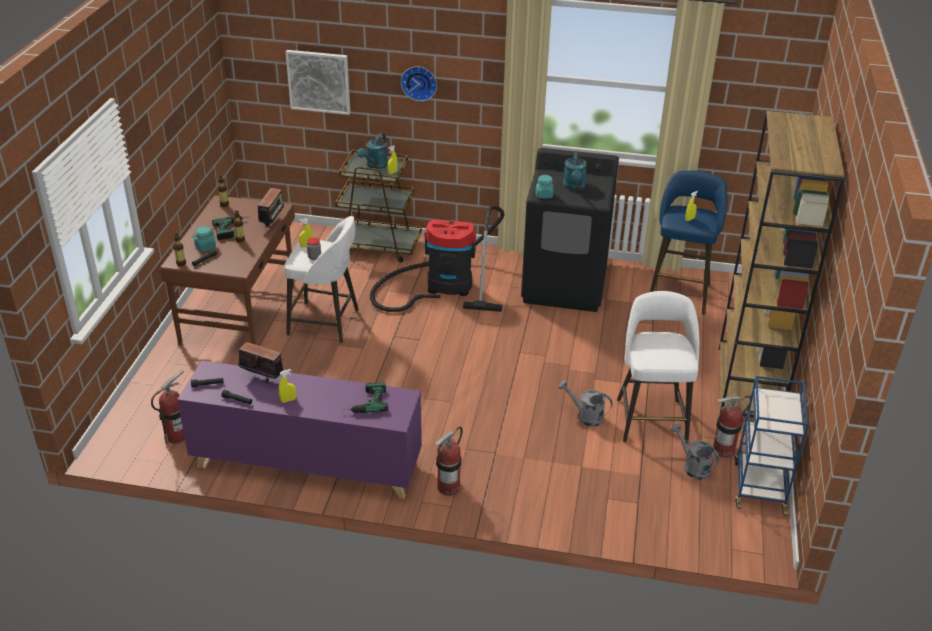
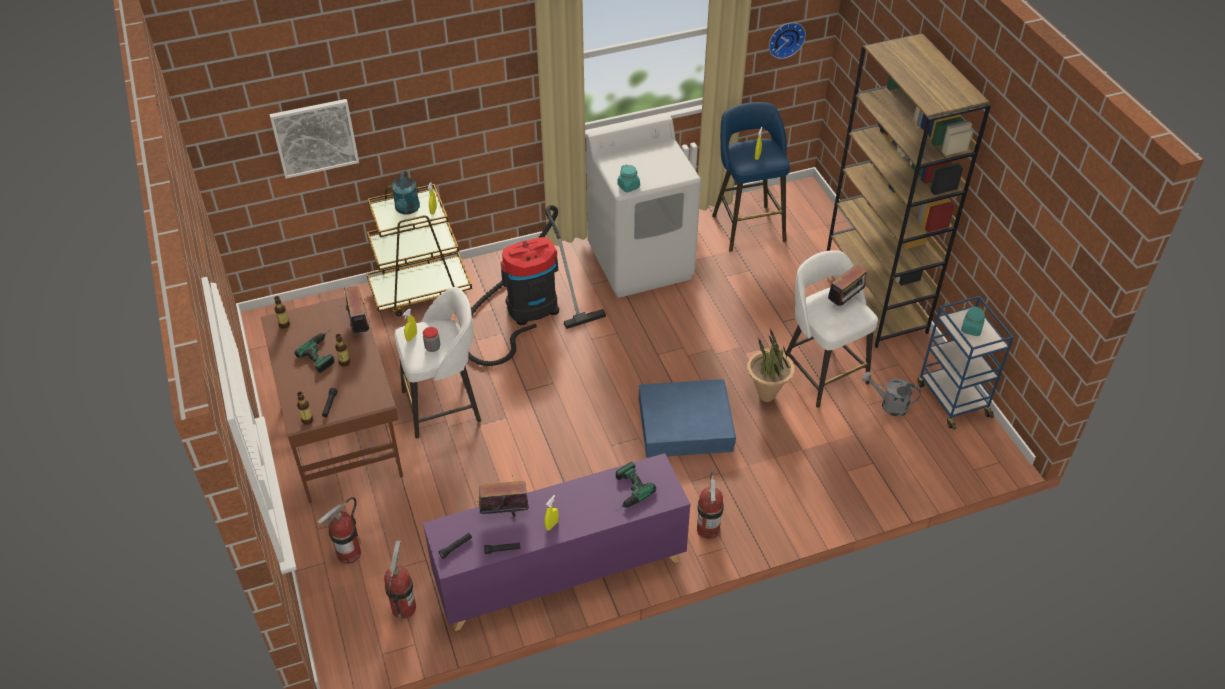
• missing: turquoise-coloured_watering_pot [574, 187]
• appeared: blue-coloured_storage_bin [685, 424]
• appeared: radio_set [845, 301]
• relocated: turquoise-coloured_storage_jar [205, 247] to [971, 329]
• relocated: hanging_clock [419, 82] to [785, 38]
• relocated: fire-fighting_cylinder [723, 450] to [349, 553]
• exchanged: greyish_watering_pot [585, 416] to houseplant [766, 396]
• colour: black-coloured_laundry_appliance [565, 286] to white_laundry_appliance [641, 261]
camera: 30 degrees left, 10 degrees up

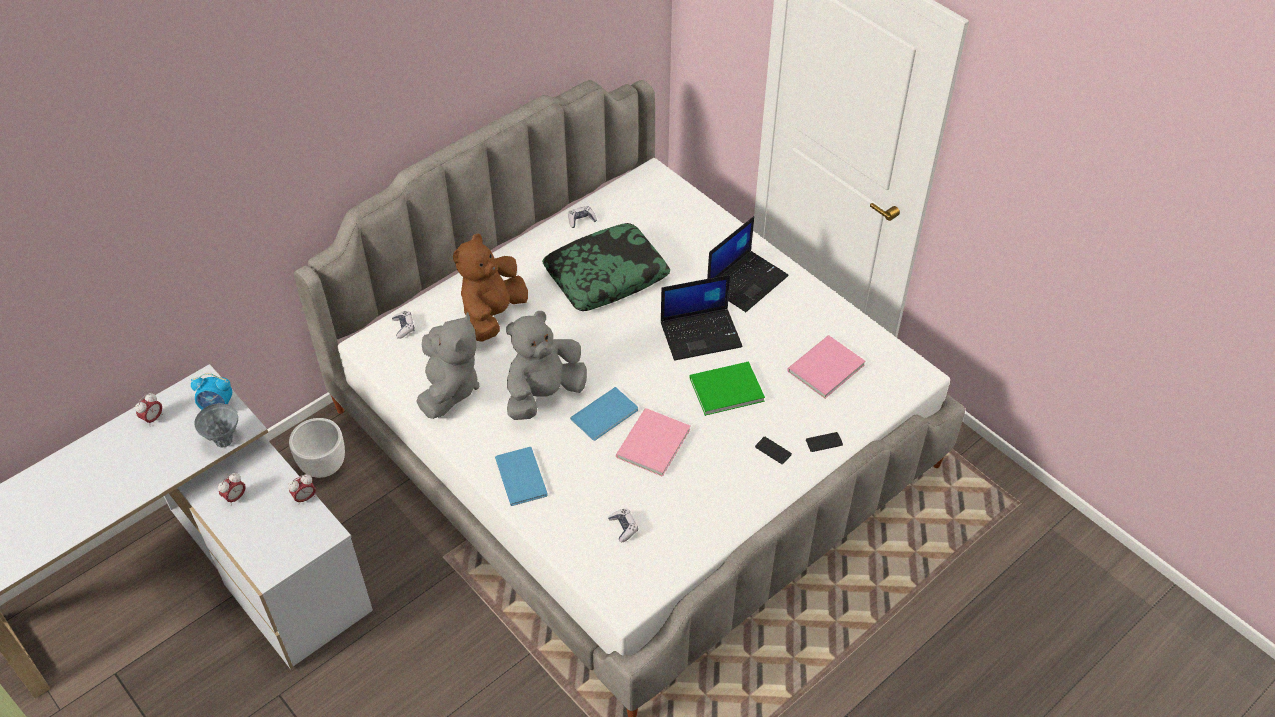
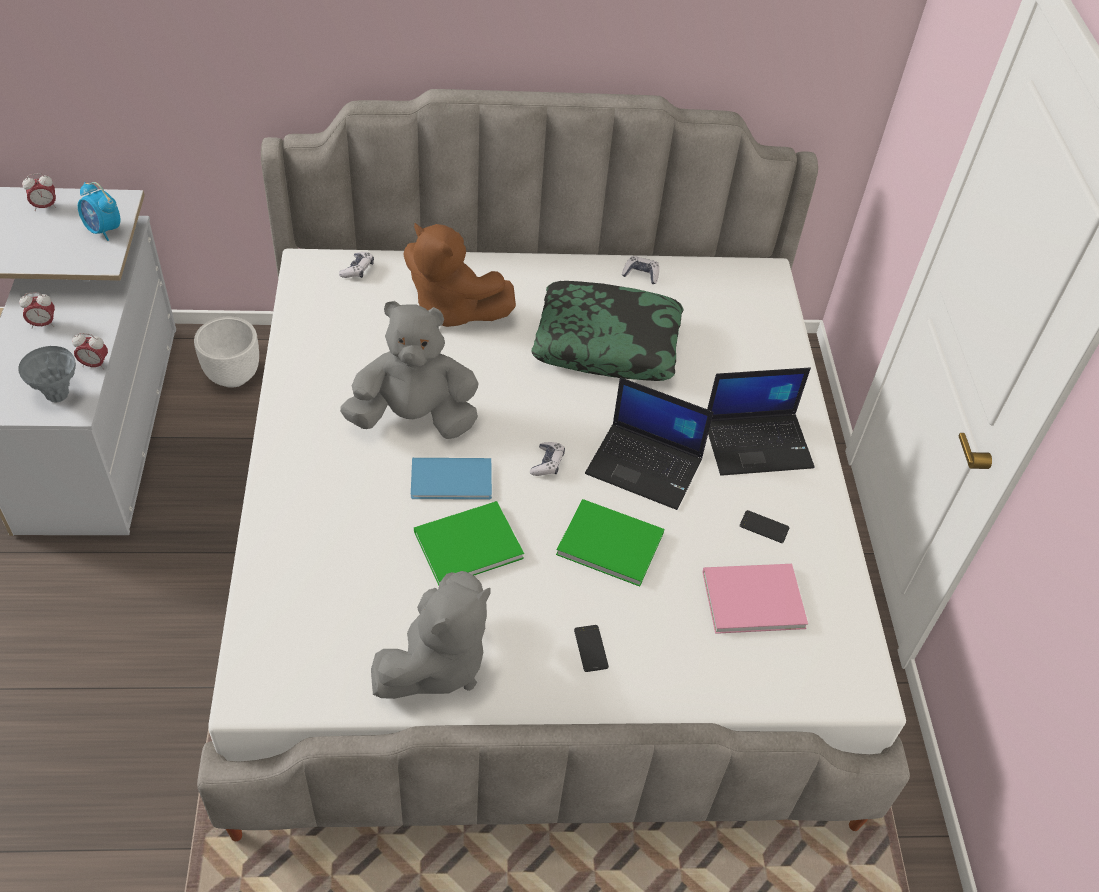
• missing: blue-coloured_volume [522, 475]
• relocated: greyish_flower_vase [224, 441] to [58, 395]
• relocated: greyish_cuddly_toy [449, 388] to [437, 663]
• relocated: joypad [623, 527] to [547, 463]
• relocated: handset [824, 442] to [764, 527]
• colour: pink_volume [650, 444] to green-coloured_volume [464, 544]
• spun: brownish_cuddly_toy [492, 315] = [452, 310] 120 degrees counterclockwise
camera: 35 degrees right, 0 degrees up

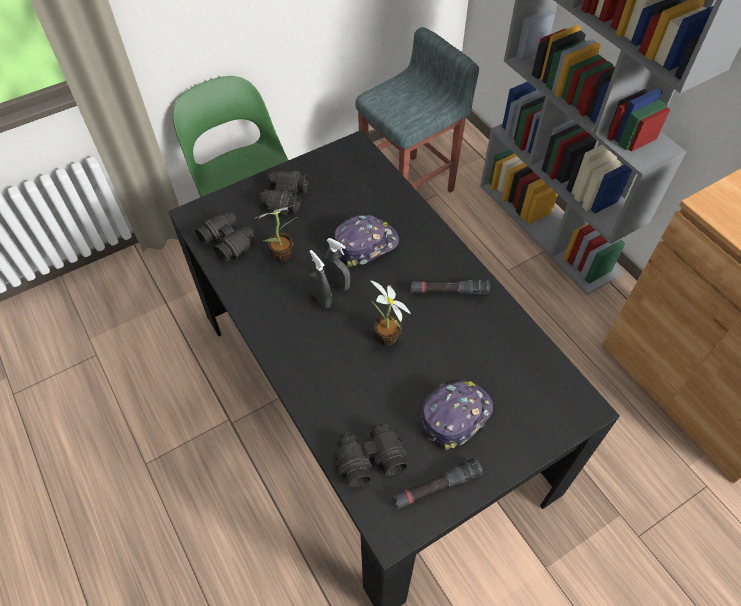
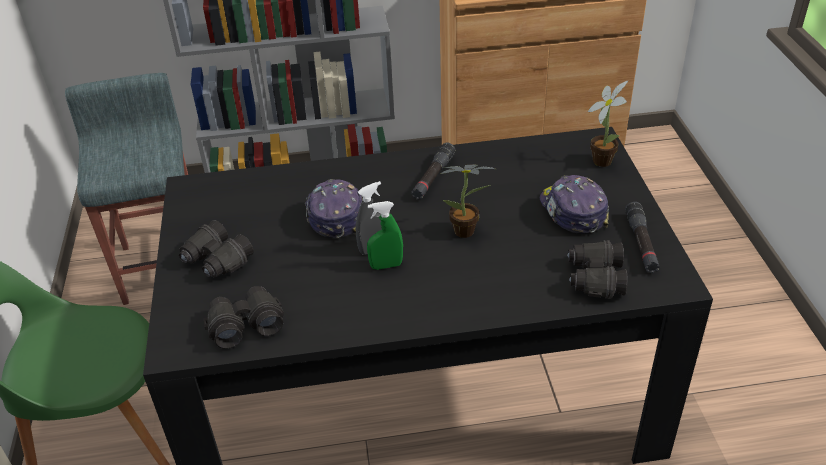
• relocated: houseplant [285, 255] to [602, 159]
• colour: greyish_hand_sprayer [321, 299] to green-coloured_hand_sprayer [386, 265]
camera: 65 degrees left, 15 degrees down

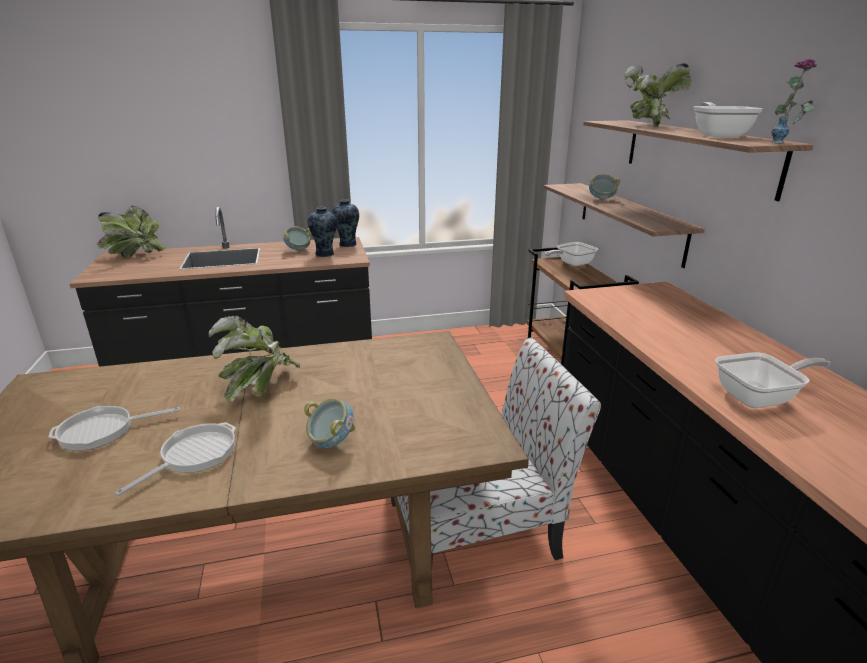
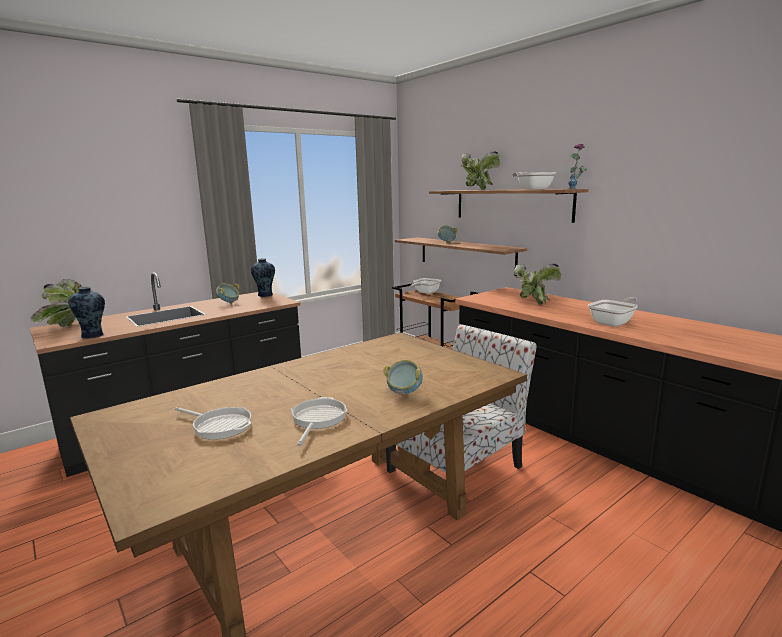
• relocated: houseplant [260, 387] to [532, 303]
• relocated: flower_vase [325, 254] to [93, 336]
• spun: pan [102, 430] = [220, 425] 105 degrees counterclockwise
camera: 25 degrees left, 10 degrees down

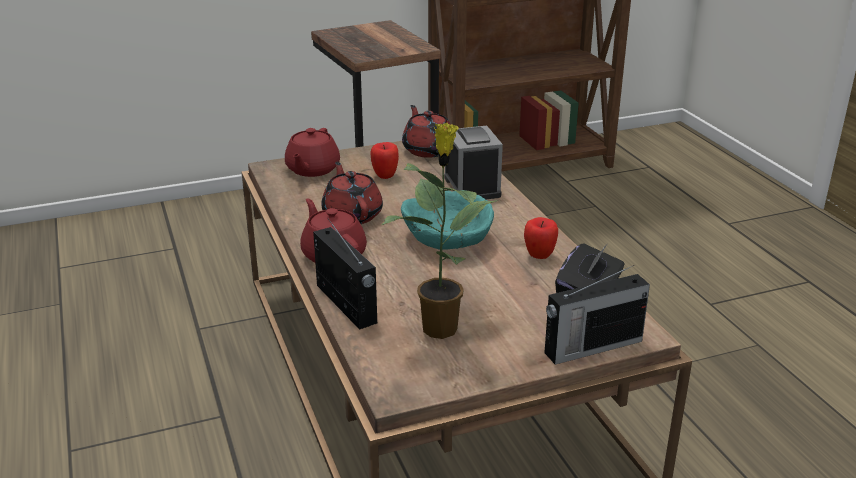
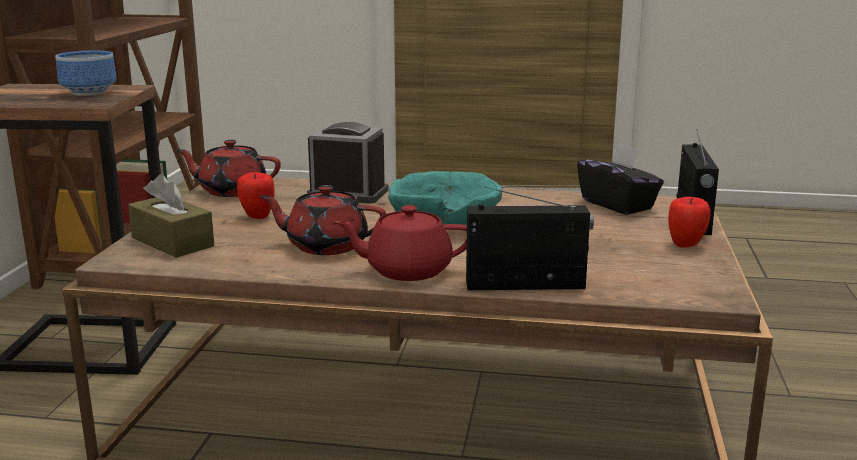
• missing: houseplant [440, 327]
• appeared: deep_dish [86, 93]
• relocated: apple [539, 256] to [686, 245]
• exchanged: reddish_tea_pot [312, 170] to brownish_box_of_tissues [172, 242]
camera: 60 degrees left, 10 degrees down

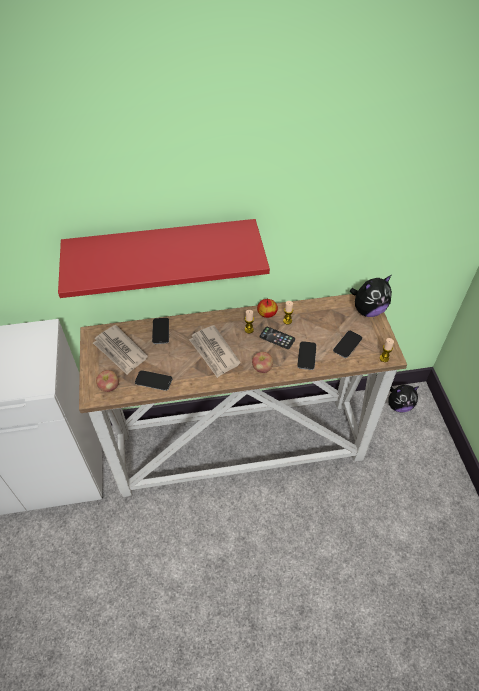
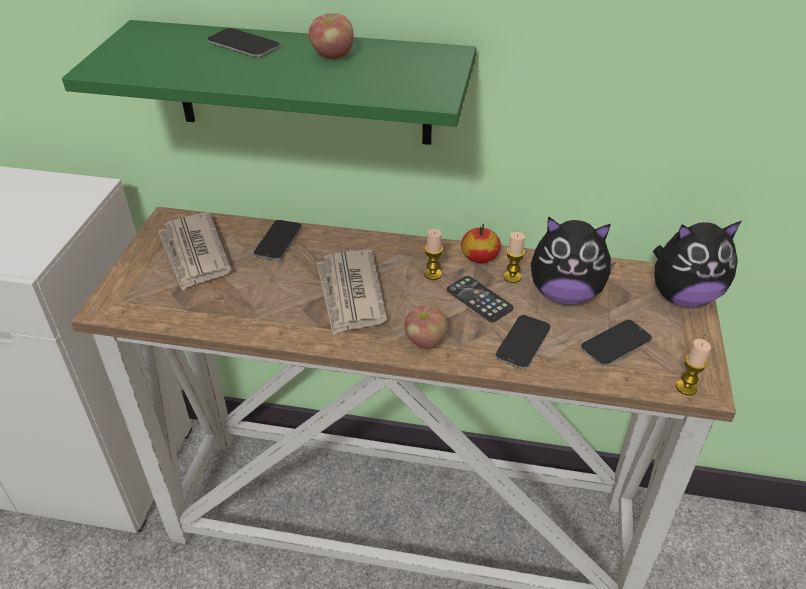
• relocated: apple [109, 387] to [333, 56]
• relocated: handset [153, 381] to [243, 44]
• relocated: cuddly_toy [399, 405] to [565, 294]
• colour: reddish_shelf [163, 251] to green-coloured_shelf [302, 84]
camera: 20 degrees right, 10 degrees down

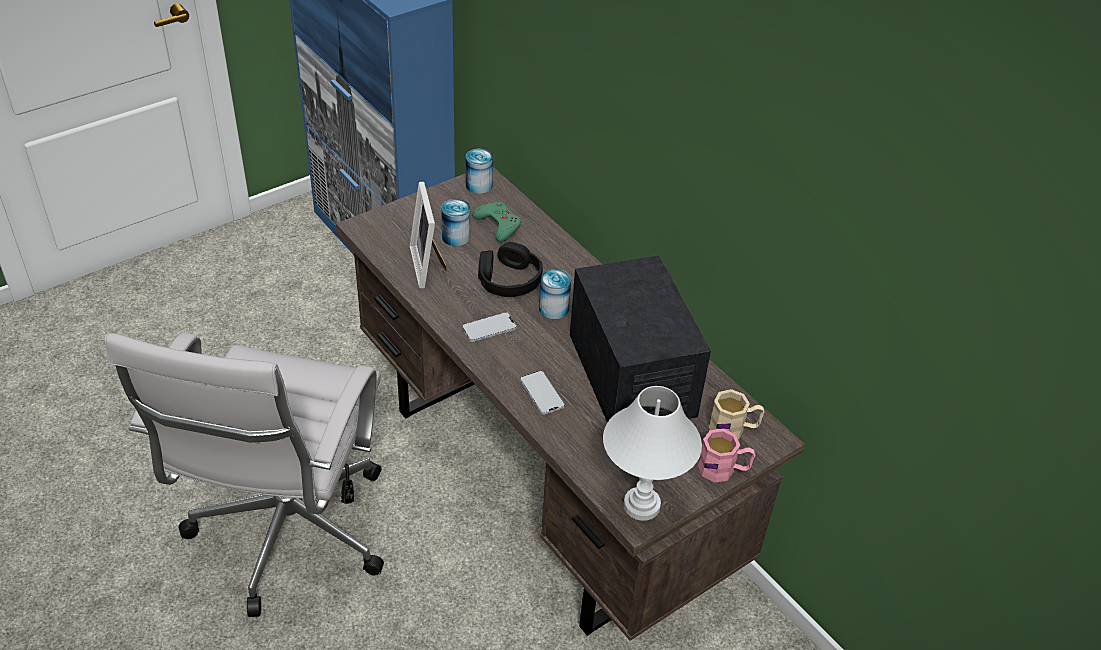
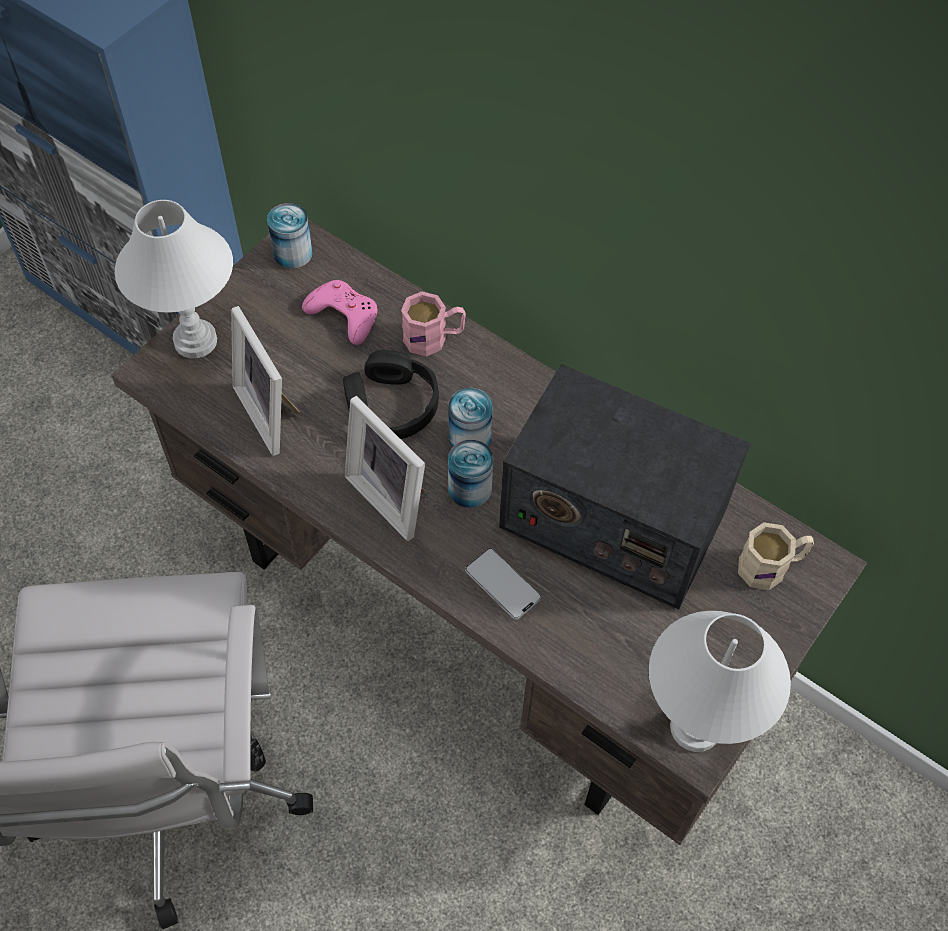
• appeared: white_lamp_for_a_table [194, 340]
• relocated: metal_can [456, 237] to [470, 489]
• relocated: pink_mug [724, 470] to [434, 338]
• exchanged: handset [489, 328] to standing_frame [393, 496]
• colour: green-coloured_joypad [498, 225] to pink_joypad [343, 315]
• spun: radio_set [632, 375] = [611, 518] 150 degrees clockwise
camera: 15 degrees left, 15 degrees up

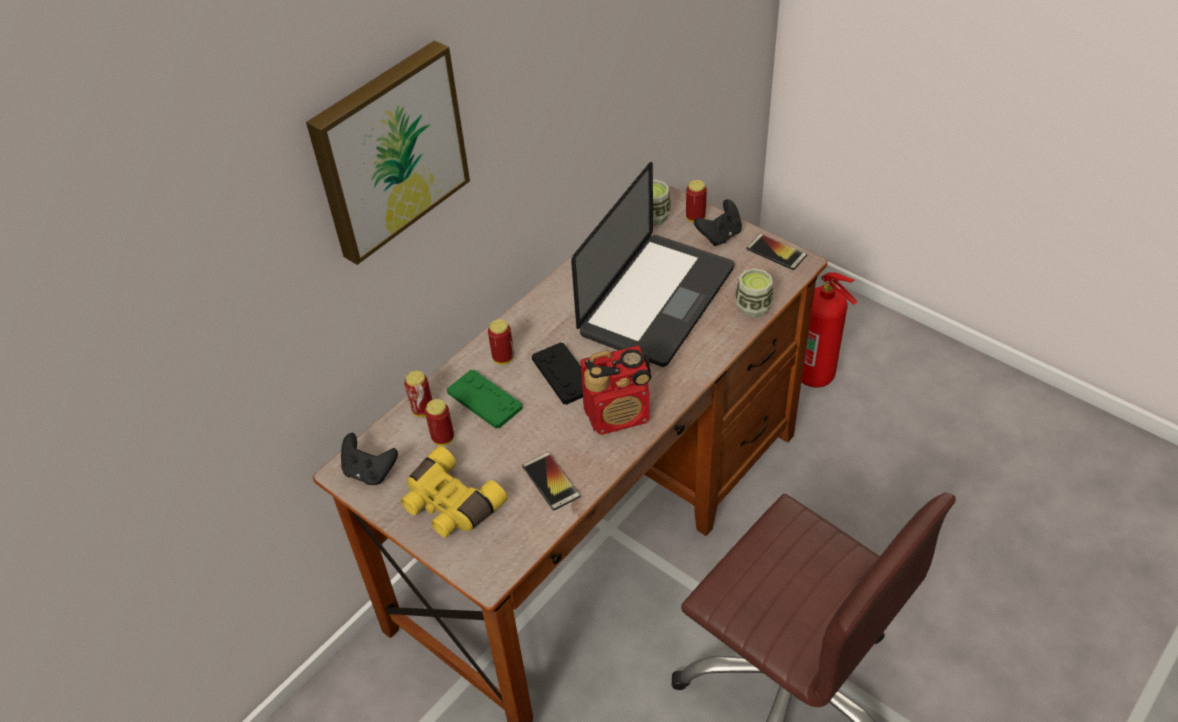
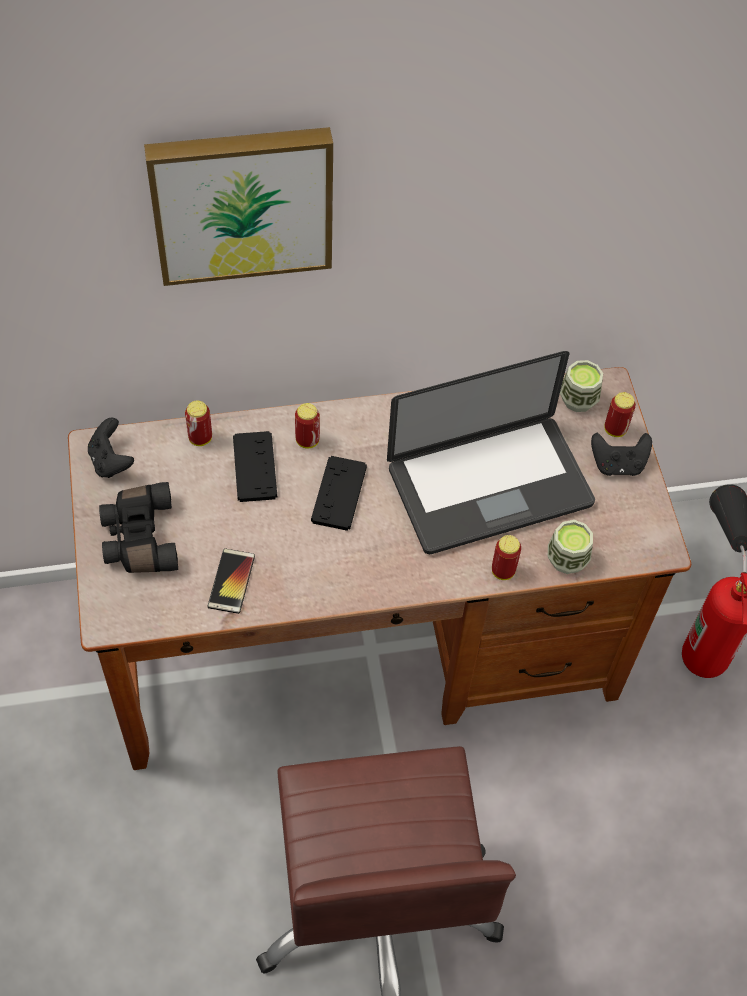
• missing: radio_set [618, 415]
• missing: handset [776, 252]
• relocated: metal_can [443, 438] to [503, 571]
• colour: yellow_binoculars [449, 505] to black-coloured_binoculars [138, 538]
• colour: green-coloured_joypad [484, 400] to black-coloured_joypad [255, 467]
camera: 35 degrees right, 10 degrees up

